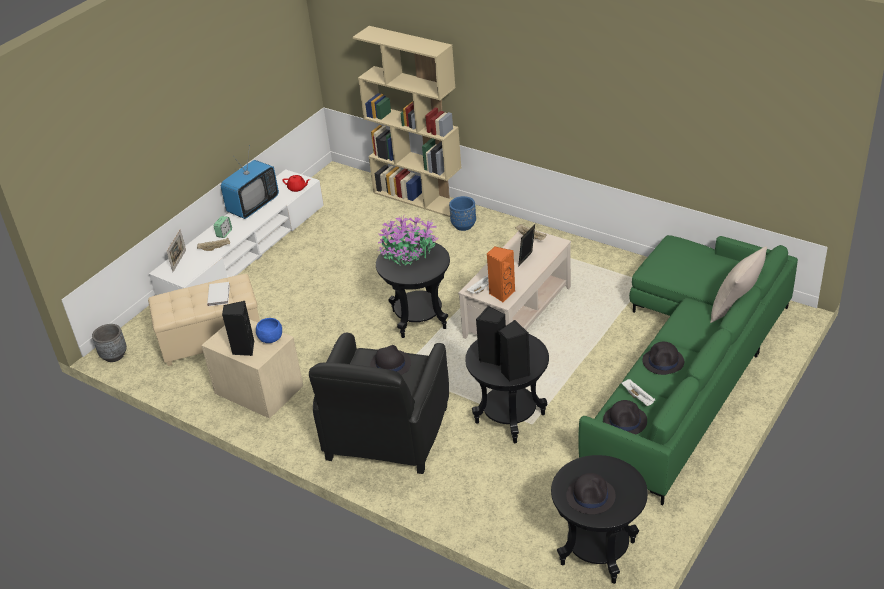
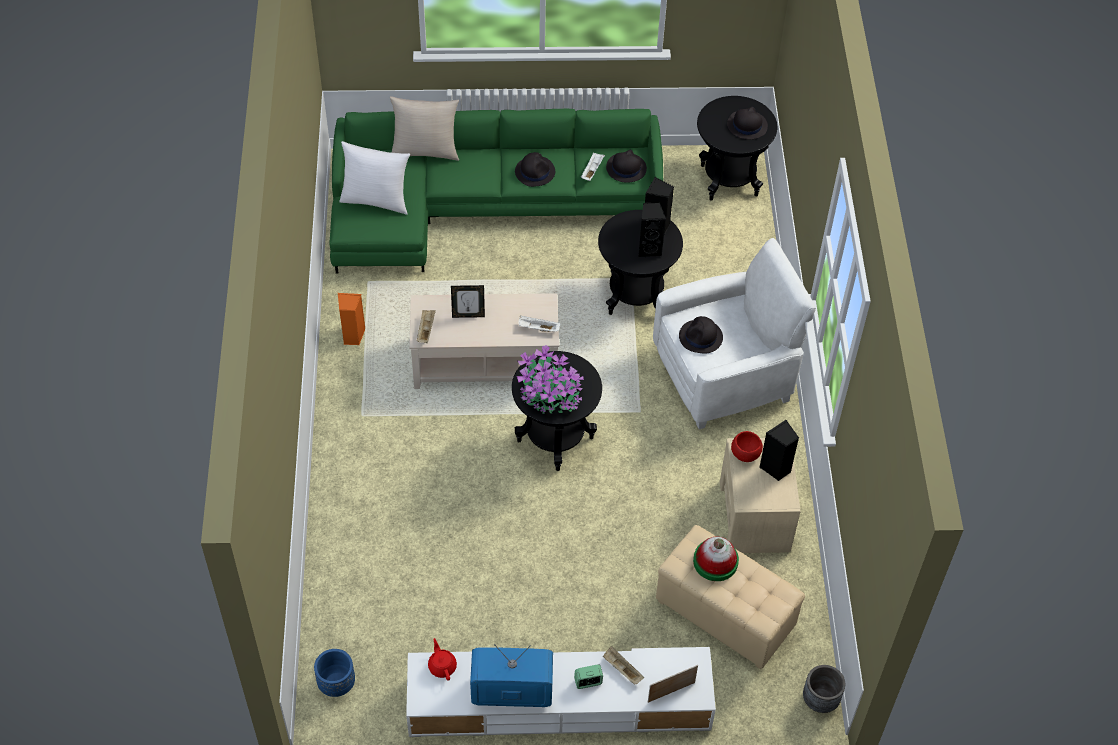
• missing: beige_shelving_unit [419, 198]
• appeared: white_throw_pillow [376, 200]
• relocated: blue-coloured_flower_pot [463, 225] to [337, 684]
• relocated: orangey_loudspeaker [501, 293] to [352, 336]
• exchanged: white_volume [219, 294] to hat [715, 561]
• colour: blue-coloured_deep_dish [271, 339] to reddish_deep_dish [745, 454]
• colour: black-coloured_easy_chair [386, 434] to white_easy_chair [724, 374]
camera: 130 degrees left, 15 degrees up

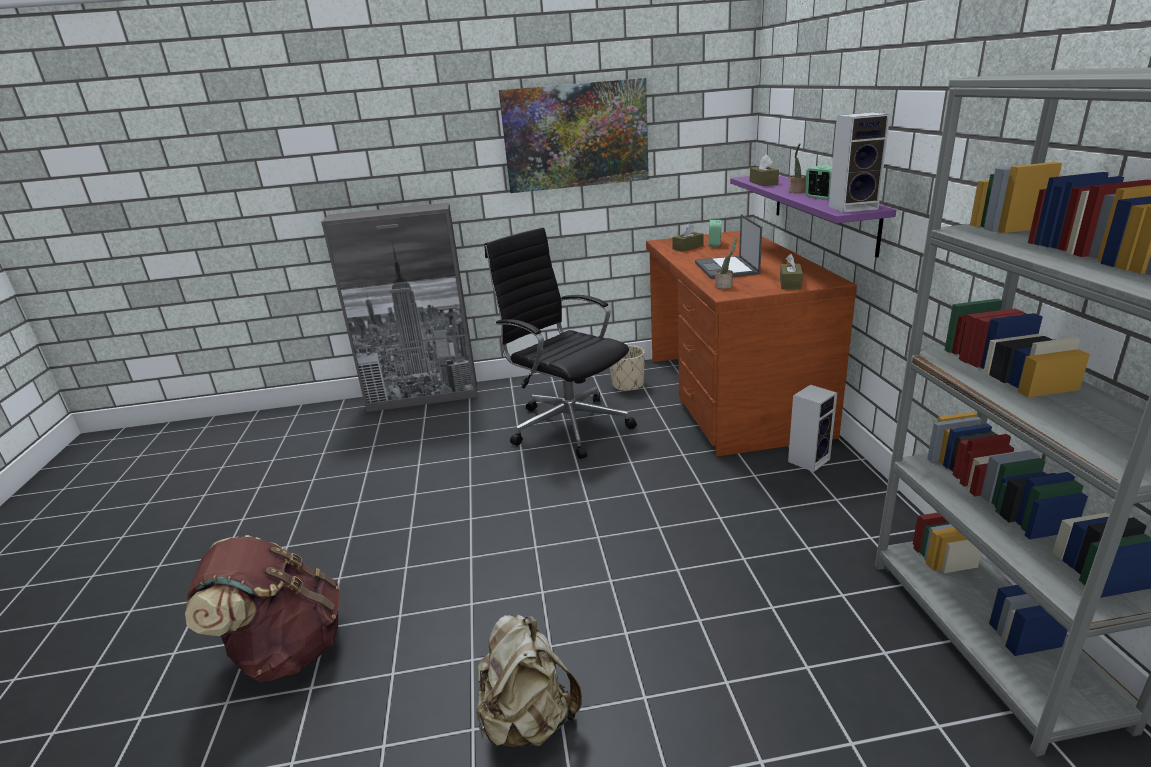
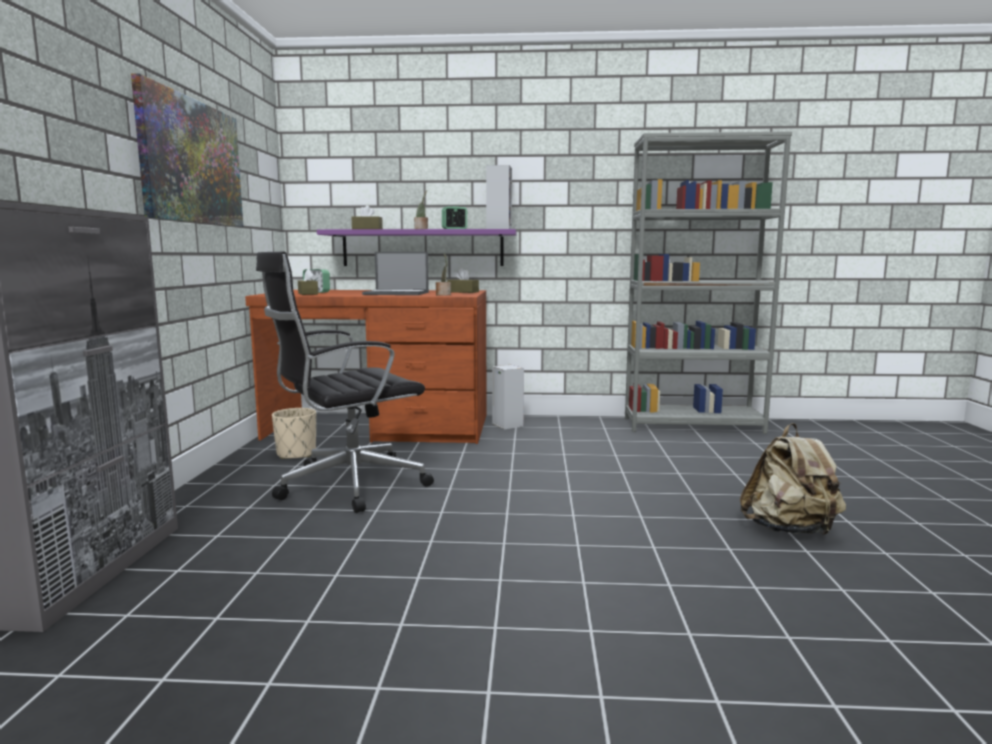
• missing: brownish_rucksack [285, 650]
camera: 80 degrees left, 15 degrees down

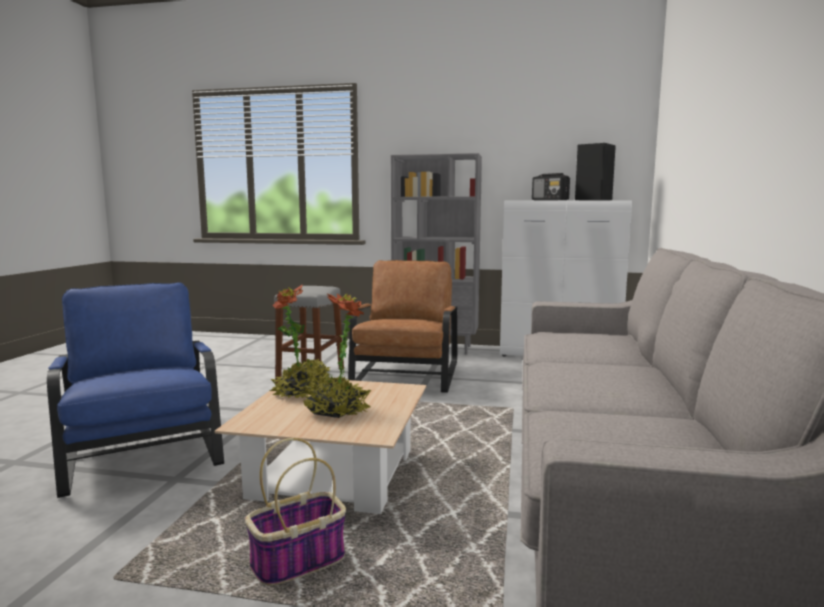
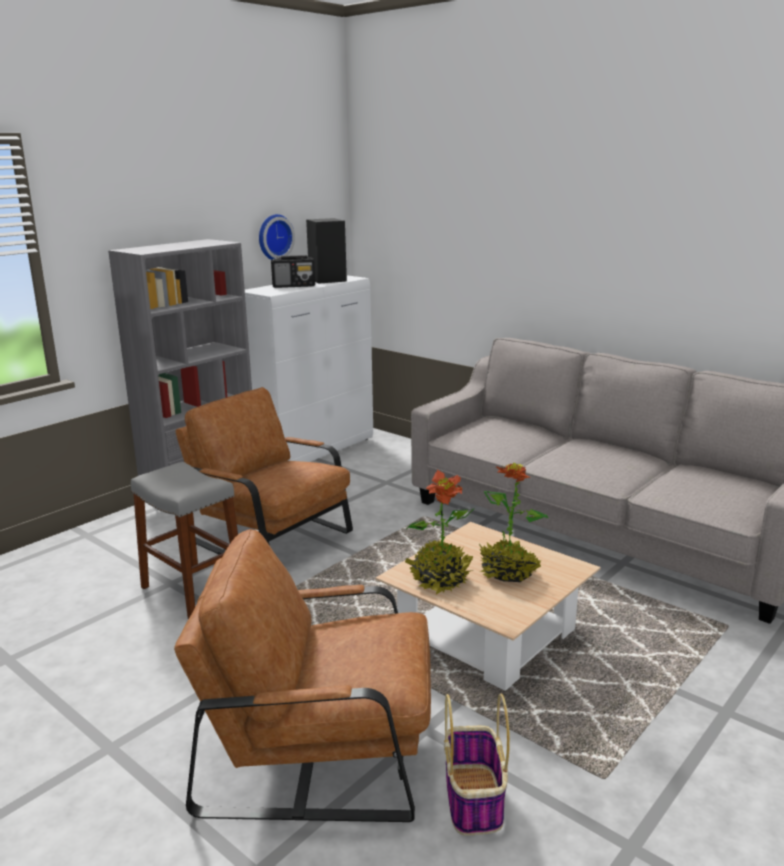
• appeared: hanging_clock [274, 237]
• relocated: basket [297, 562] to [474, 800]
• colour: blue-coloured_easy_chair [143, 449] to brownish_easy_chair [319, 748]
camera: 60 degrees left, 10 degrees up

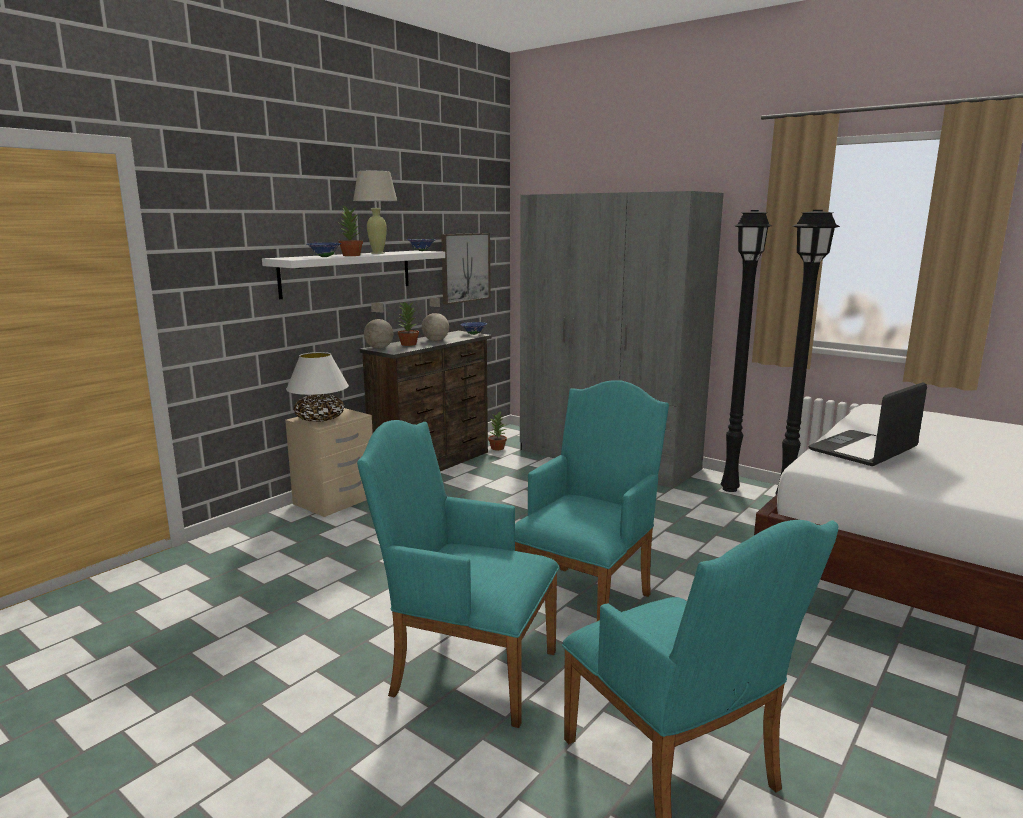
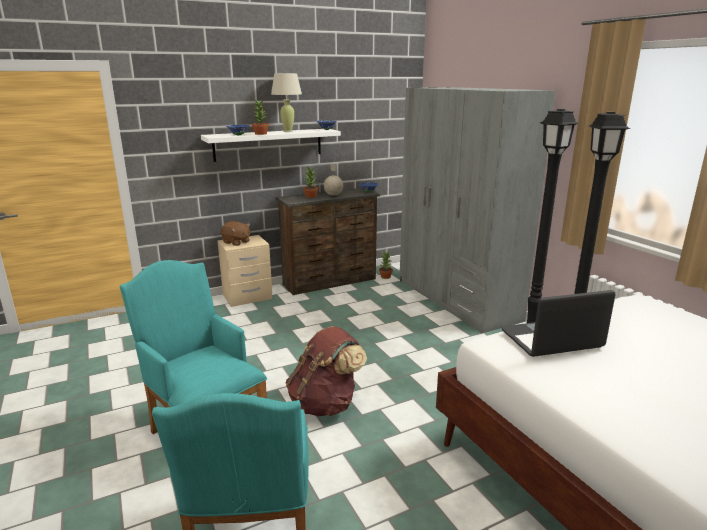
• missing: desk_globe [379, 348]
• missing: picture [465, 267]
• exchanged: white_lamp_for_a_table [320, 418] to brownish_cuddly_toy [236, 242]
• exchanged: turquoise-coloured_easy_chair [586, 599] to brownish_rucksack [325, 404]
camera: 25 degrees right, 5 degrees up

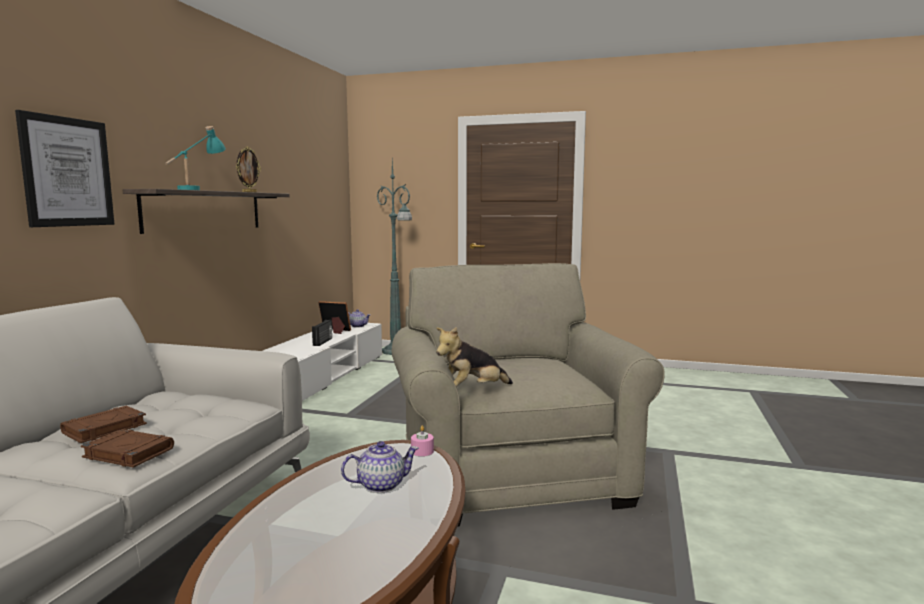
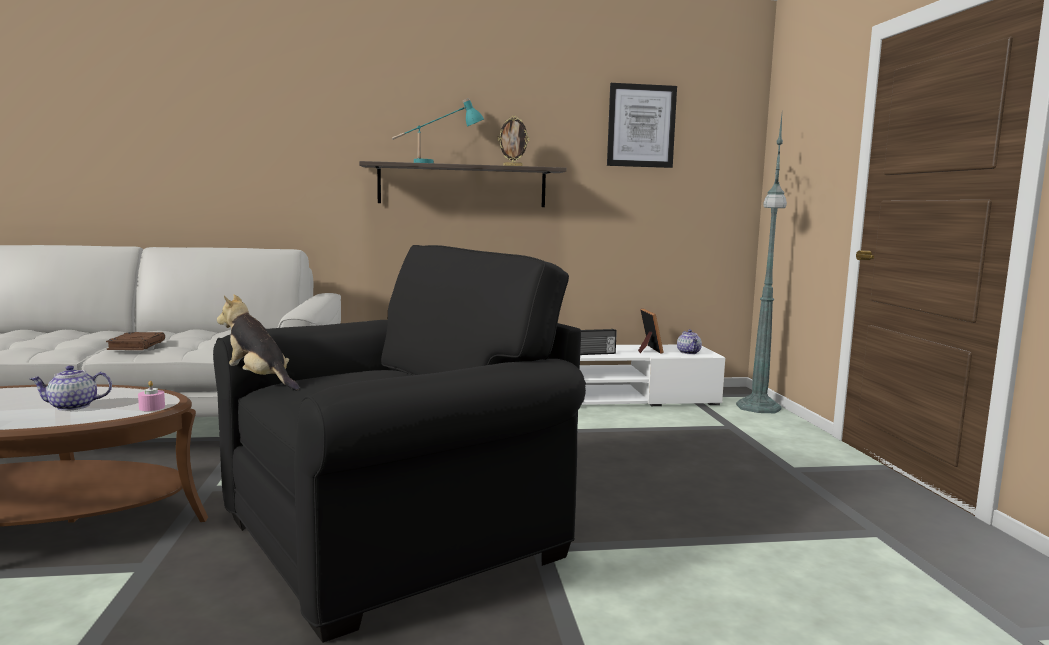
• missing: brownish_volume [104, 429]
• relocated: picture [67, 172] to [641, 126]
• colour: beige_easy_chair [511, 474] to black-coloured_easy_chair [392, 538]
• spun: tea_pot [381, 485] = [72, 406] 120 degrees clockwise
camera: 65 degrees right, 0 degrees up

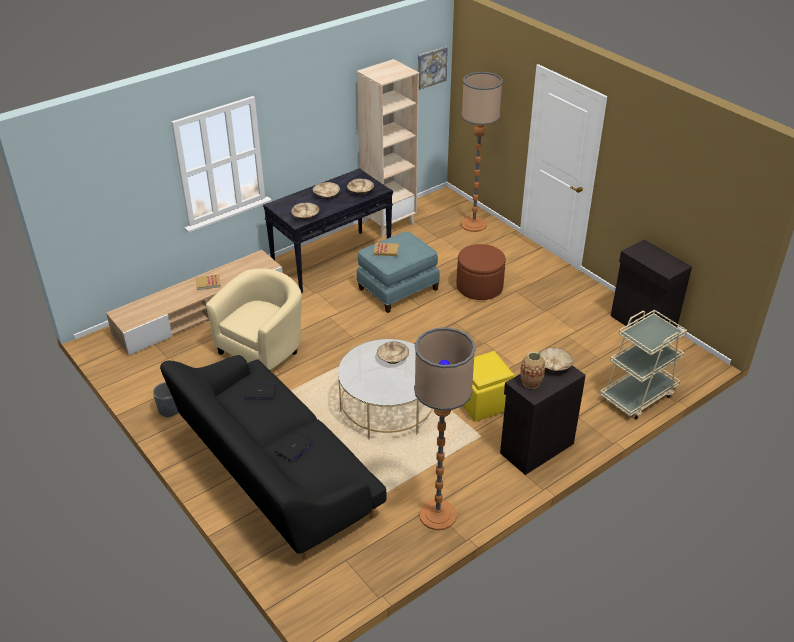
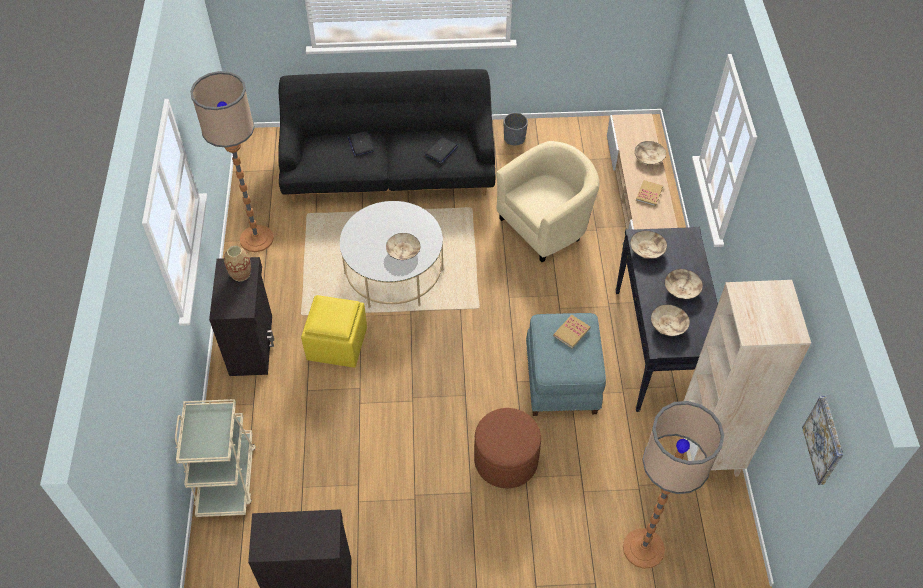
• relocated: beige_deep_dish [554, 366] to [649, 158]
• spun: beige_easy_chair [263, 348] = [546, 225] 105 degrees counterclockwise
camera: 125 degrees right, 15 degrees up

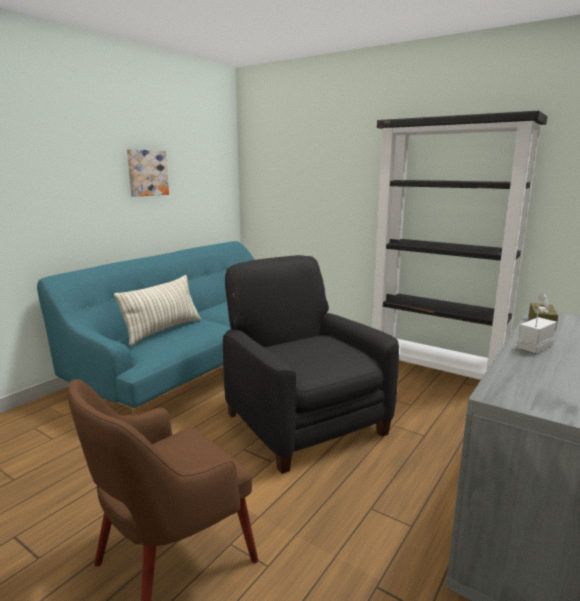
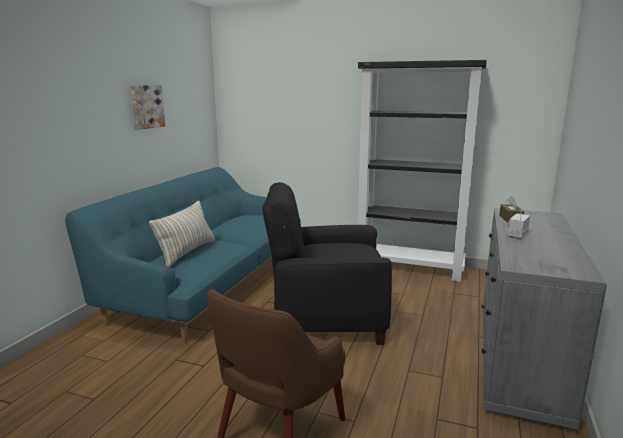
• spun: black-coloured_easy_chair [304, 422] = [326, 318] 45 degrees counterclockwise
camera: 15 degrees left, 0 degrees up

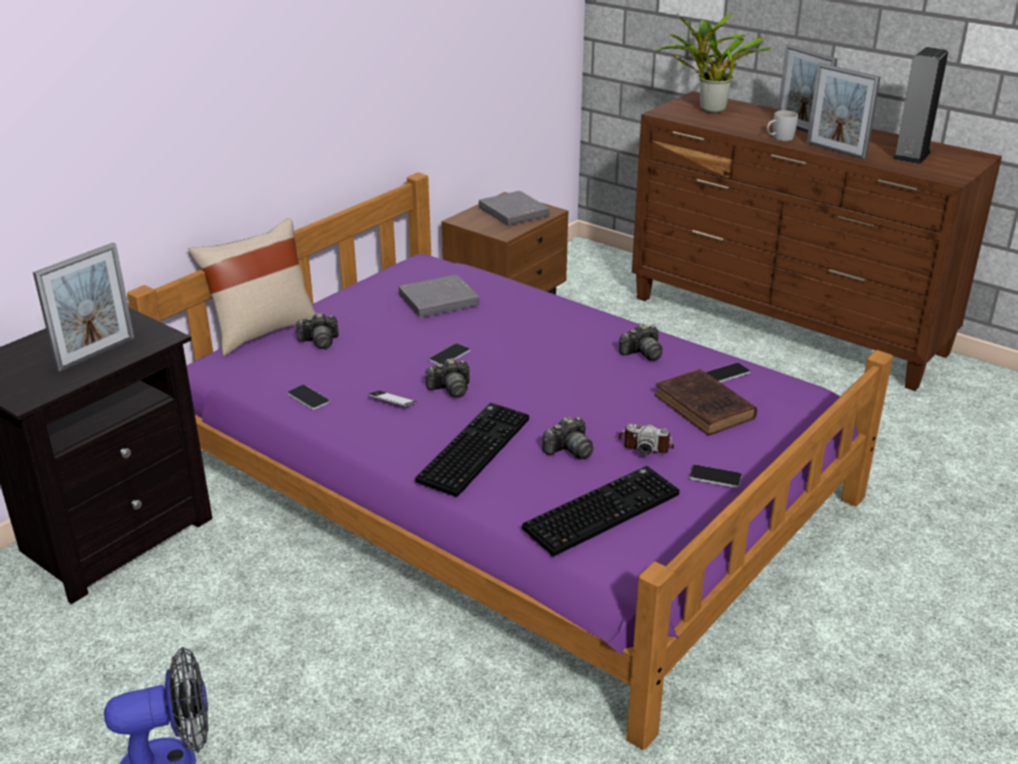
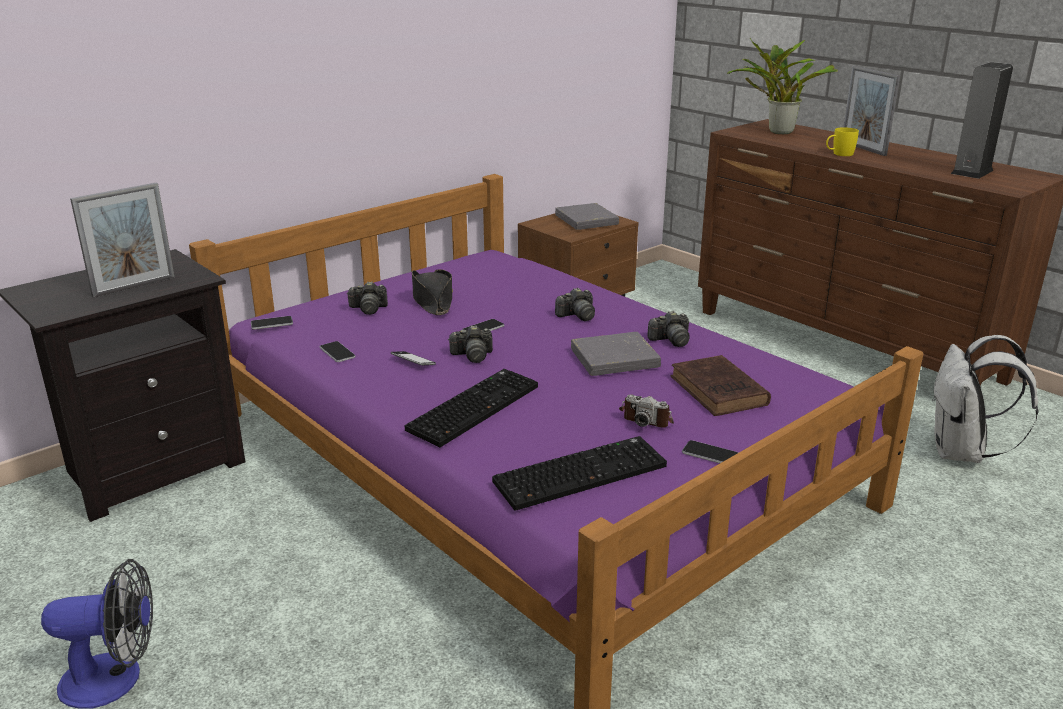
• missing: beige_throw_pillow [261, 331]
• missing: standing_frame [835, 151]
• appeared: black-coloured_hat [432, 300]
• appeared: white_rucksack [961, 453]
• relocated: greyish_volume [439, 301] to [614, 359]
• relocated: photo_camera [569, 450] to [577, 316]
• relocated: handset [727, 374] to [272, 323]
• colour: white_mug [779, 138] to yellow_mug [839, 154]
camera: 10 degrees right, 5 degrees down

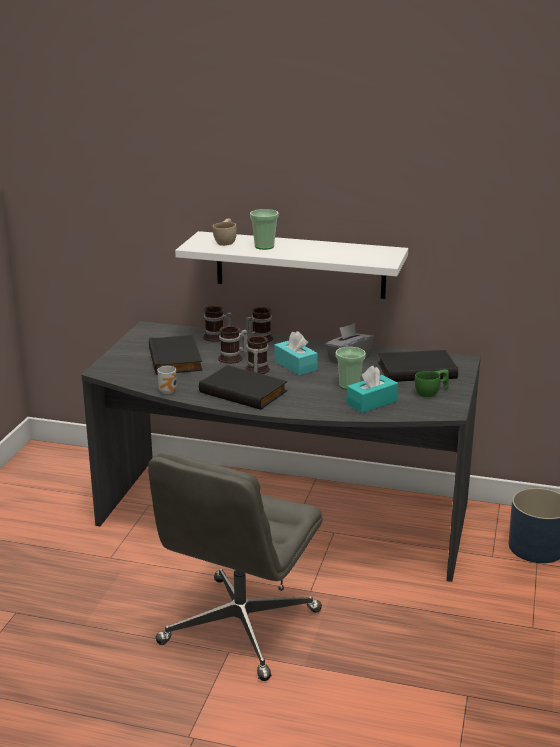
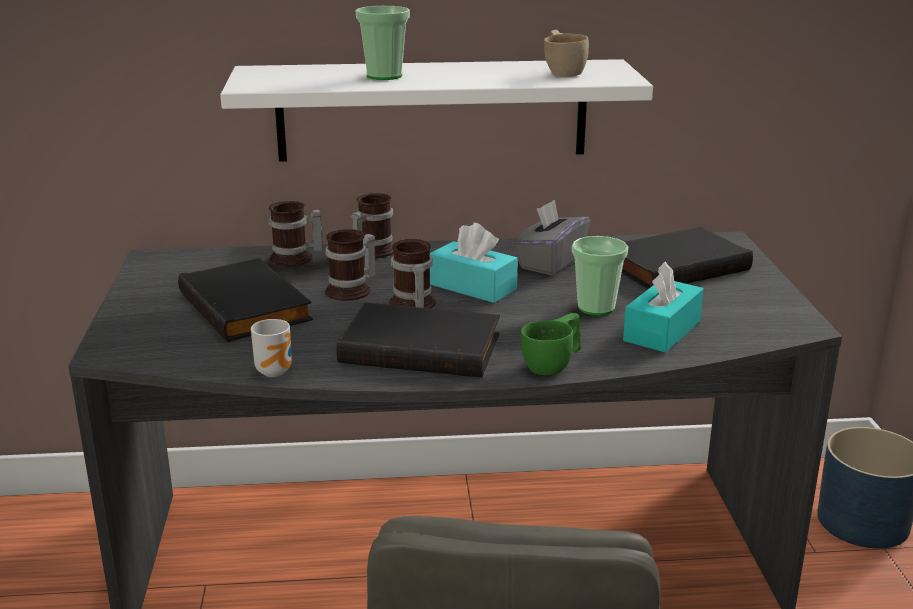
• relocated: beige_drinking_cup [226, 242] to [563, 72]
• relocated: green-coloured_drinking_cup [431, 393] to [554, 364]
camera: 20 degrees left, 0 degrees up

